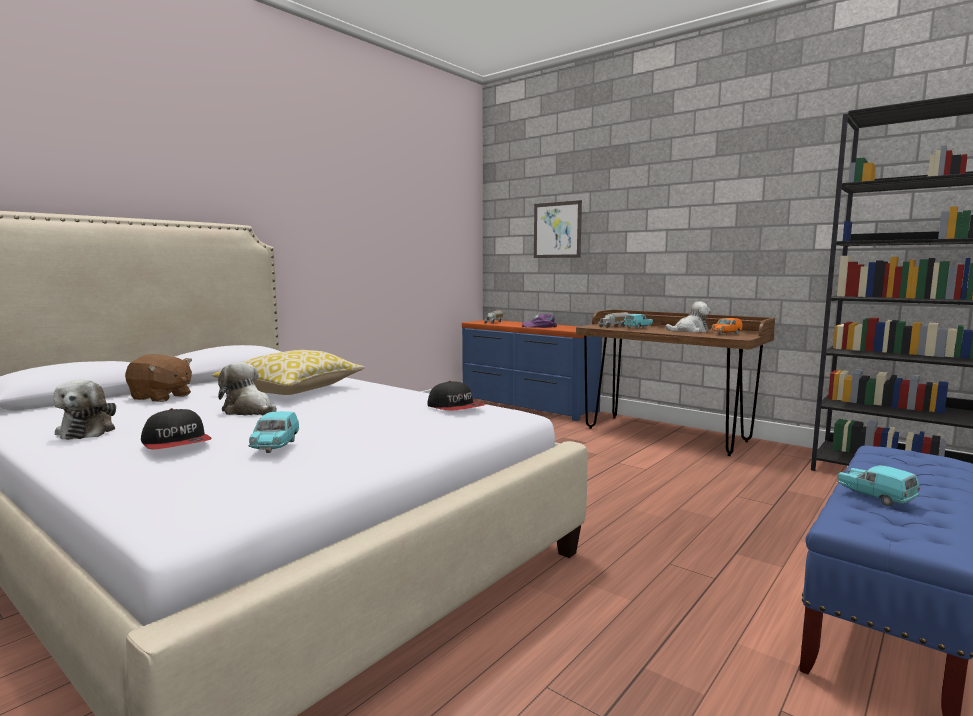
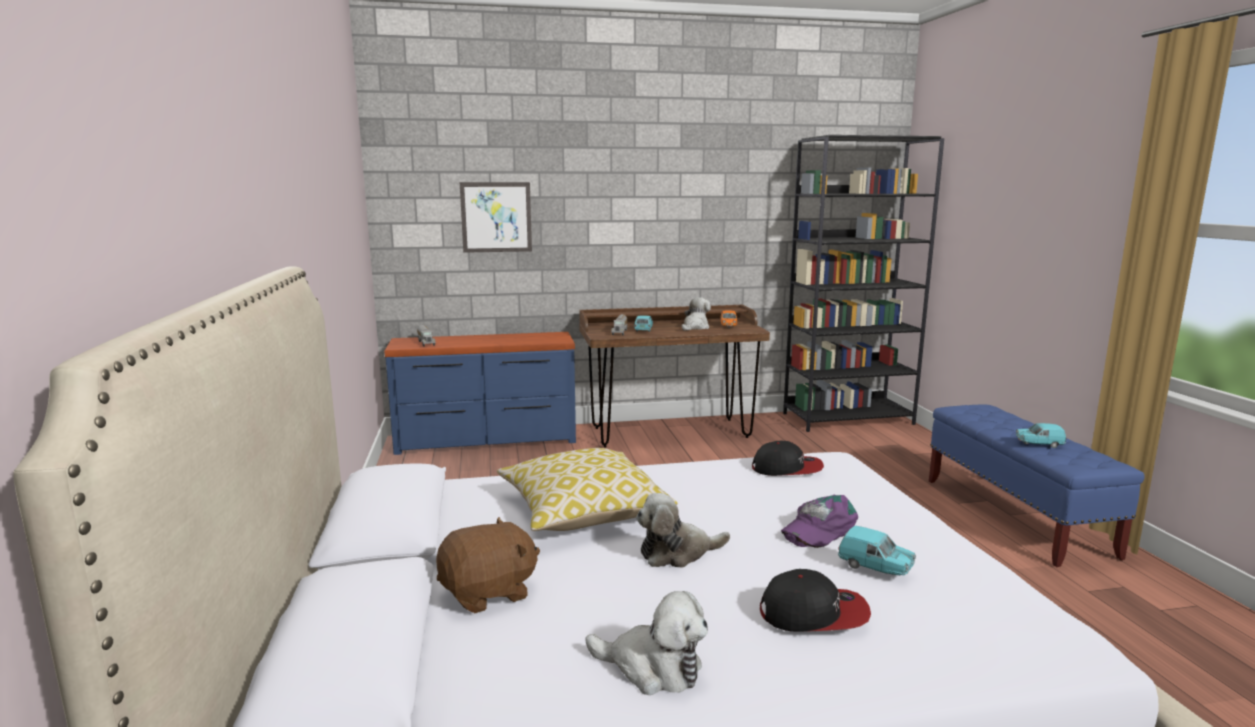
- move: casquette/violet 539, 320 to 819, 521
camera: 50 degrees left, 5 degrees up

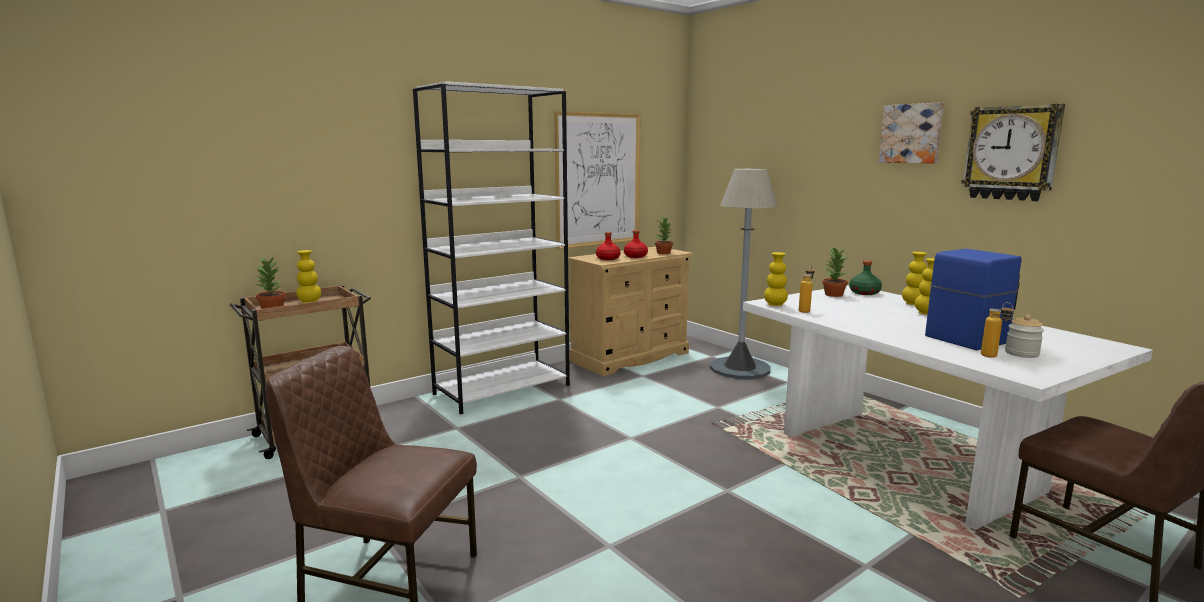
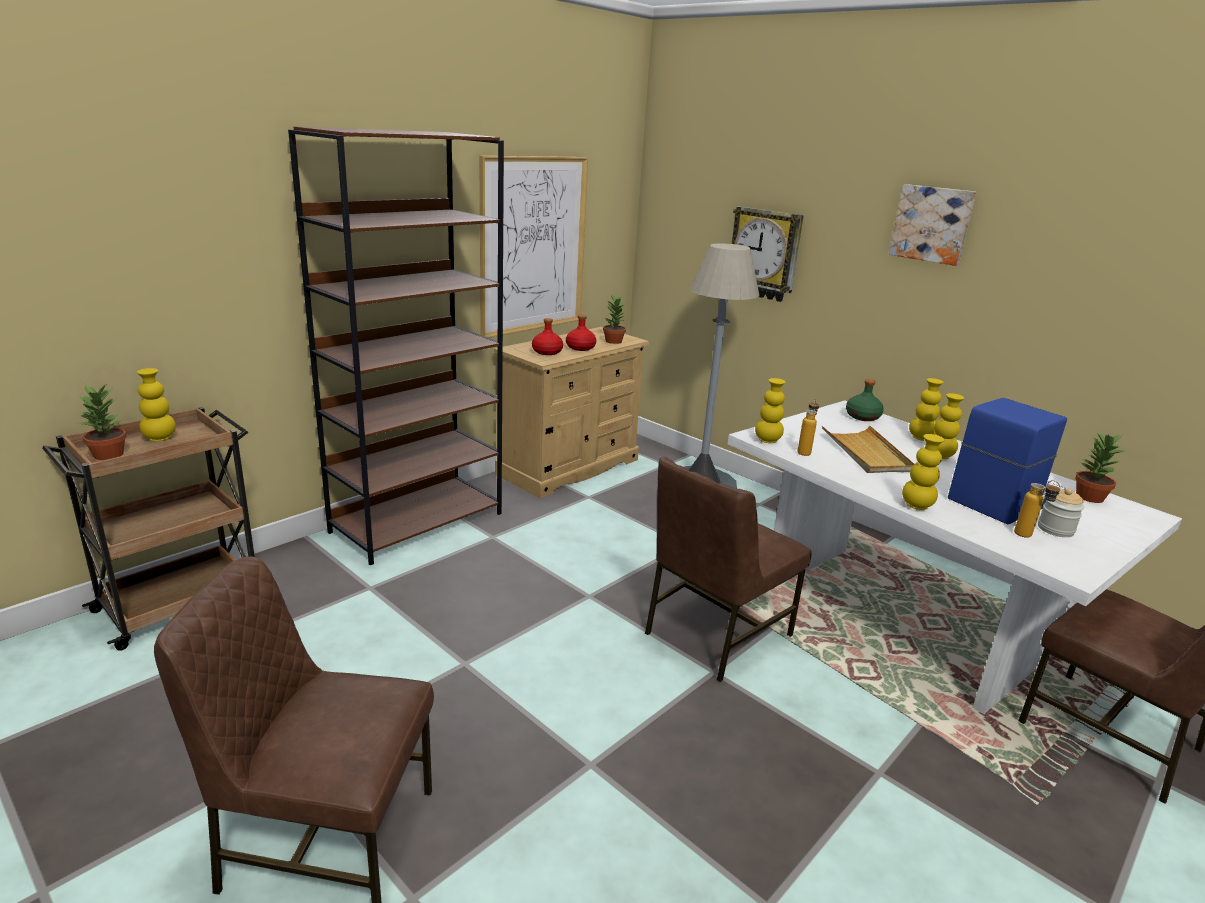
- recolor: bibliothèque/blanc 491, 248 to bibliothèque/marron 396, 345
- move: horloge murale 1013, 152 to 767, 254
- move: plante en pot 835, 272 to 1101, 467
- insert: plateau/beige 868, 449
- insert: vase/jaune 923, 472
- insert: chaise/marron 728, 569
camera: 10 degrees left, 10 degrees up

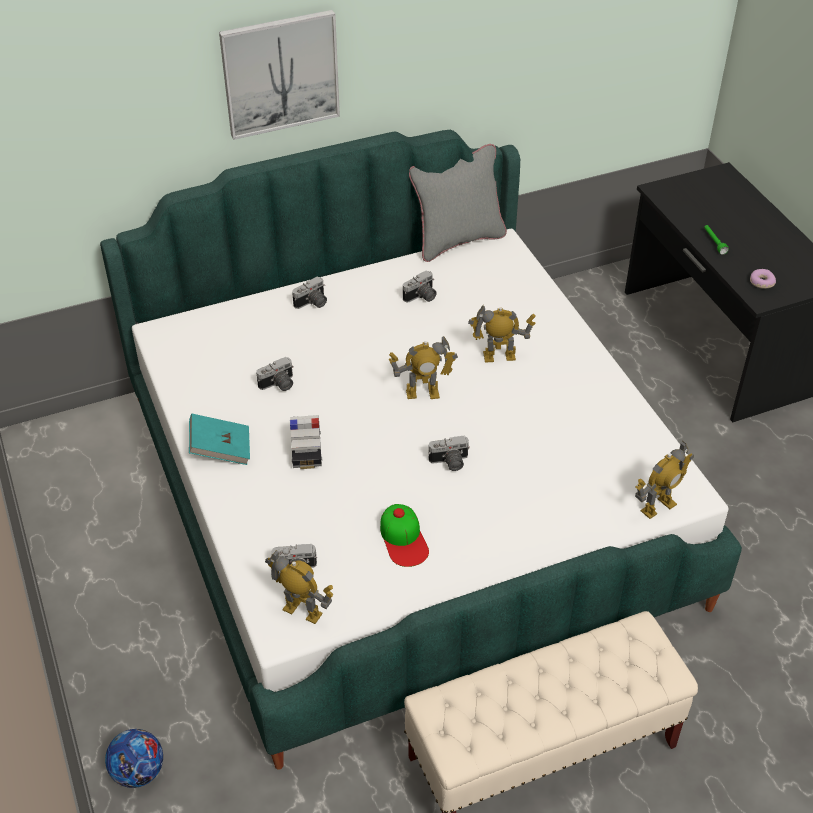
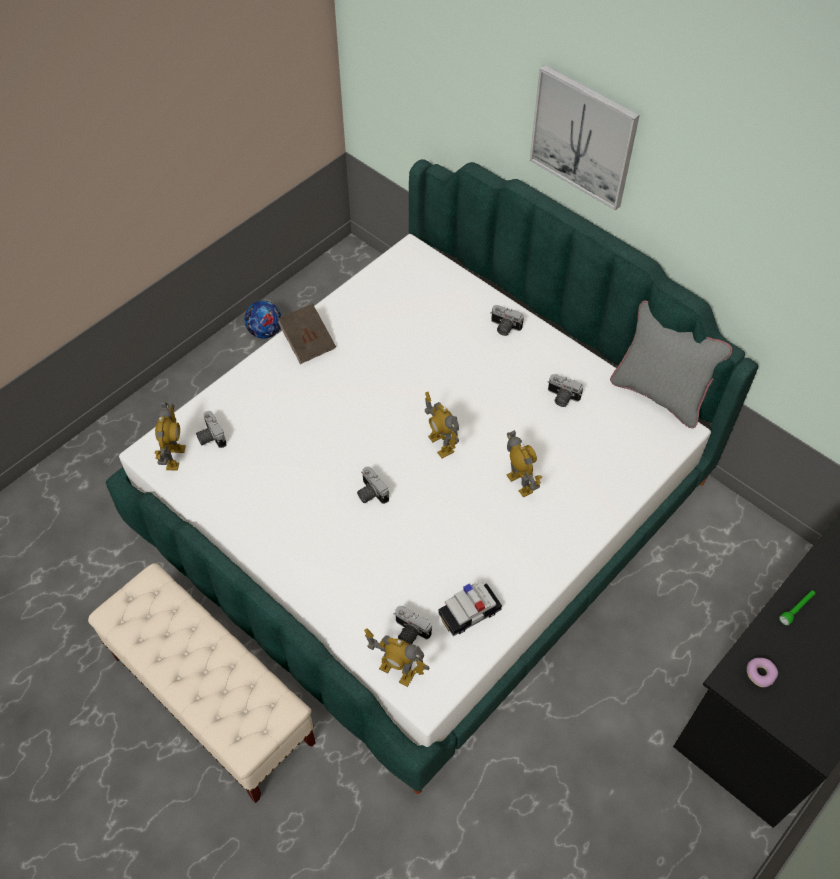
- move: appareil photo 275, 374 to 413, 625
- recolor: livre/turquoise 219, 439 to livre/marron 306, 334
- move: petite voiture 306, 442 to 470, 609
- delete: casquette 404, 535
- move: ballon de foot 134, 758 to 263, 320
camera: 65 degrees right, 10 degrees up

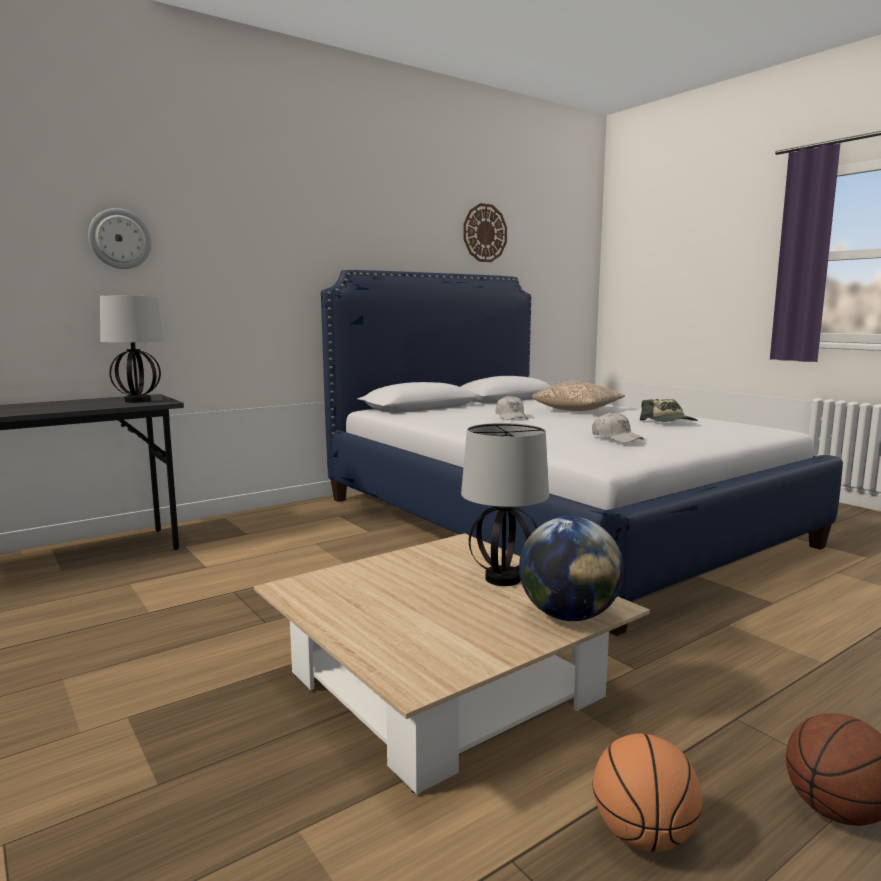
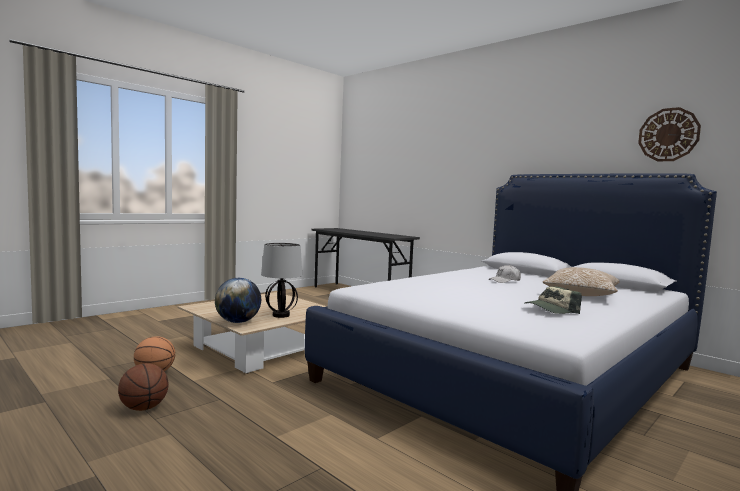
- delete: horloge murale 120, 238
- delete: lampe de table 132, 349
- delete: casquette/blanc 618, 427
camera: 80 degrees right, 5 degrees down

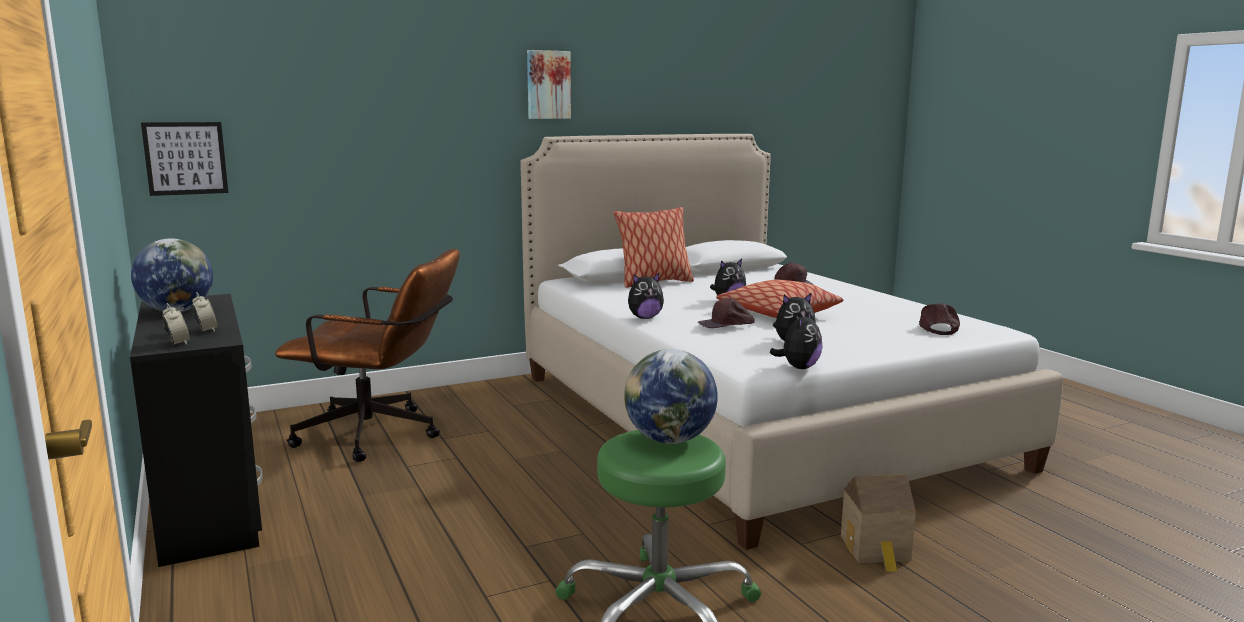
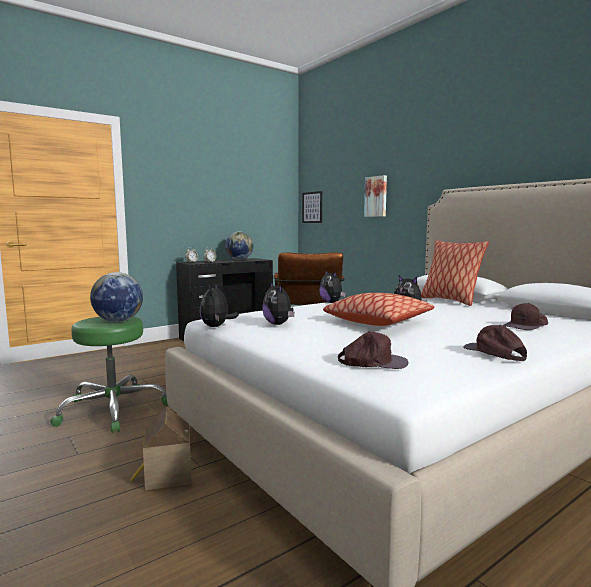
- move: tableau 549, 84 to 375, 196
- move: casquette/marron 726, 313 to 495, 343
- rotate: peluche 796, 339 = 219, 305 75 degrees clockwise
camera: 80 degrees right, 5 degrees down

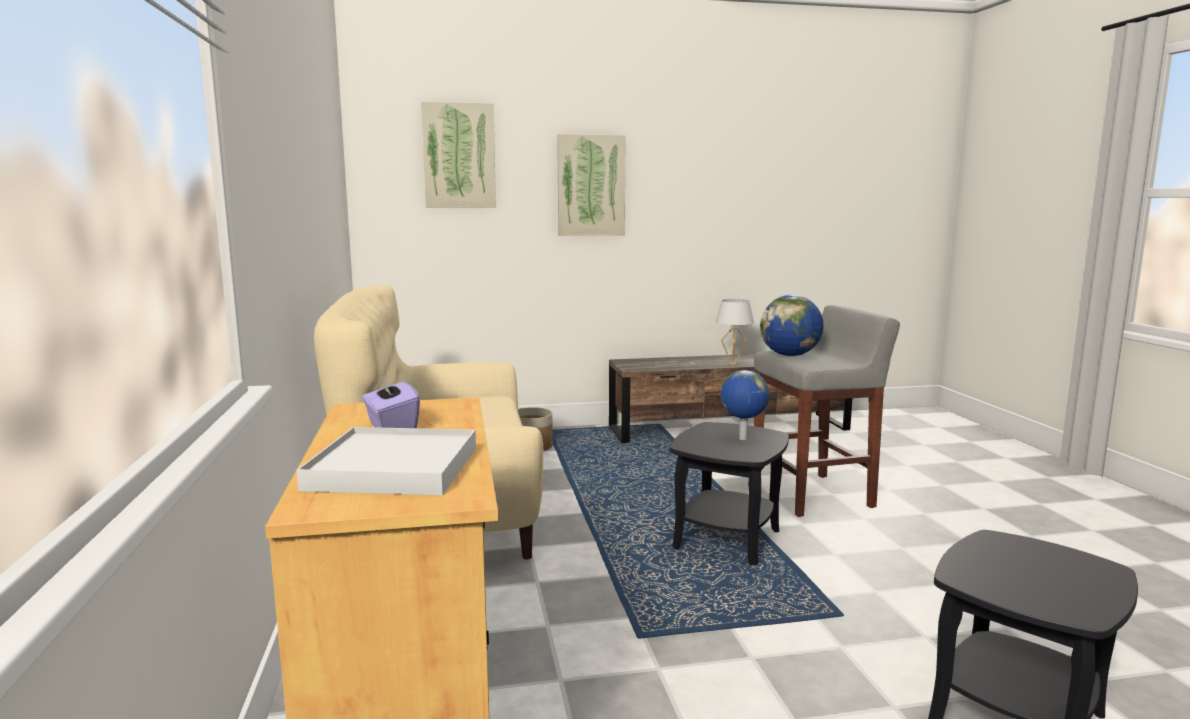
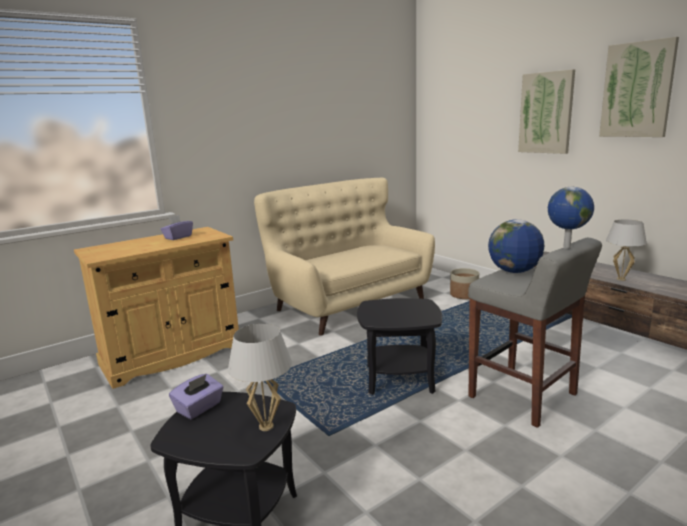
- move: tableau 458, 154 to 639, 87
- move: globe 745, 405 to 571, 218
- delete: plateau/blanc 386, 461
- insert: lampe de table/blanc 260, 377
- insert: boîte à mouchoirs/violet 196, 396
camera: 65 degrees right, 5 degrees up

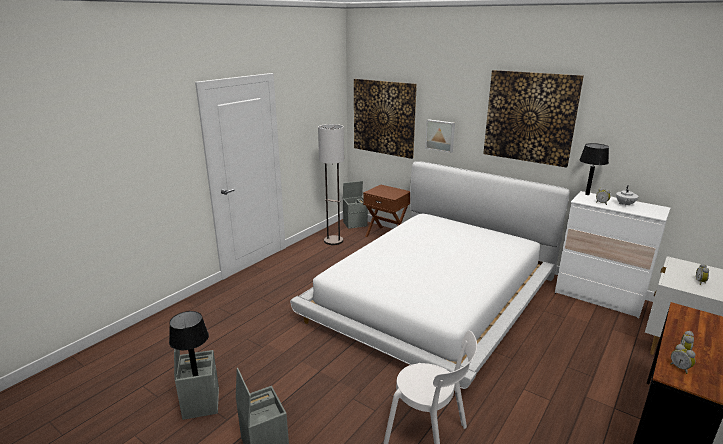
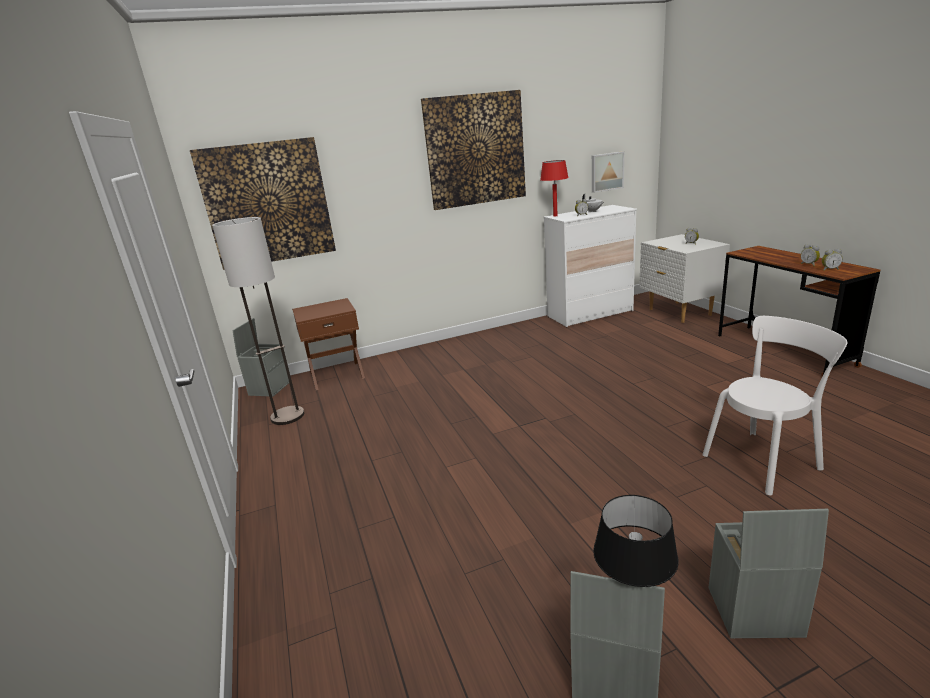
- move: tableau 440, 136 to 608, 172
- recolor: lampe de table/noir 594, 169 to lampe de table/rouge 554, 188
- delete: lit/blanc 430, 277
camera: 55 degrees left, 0 degrees up

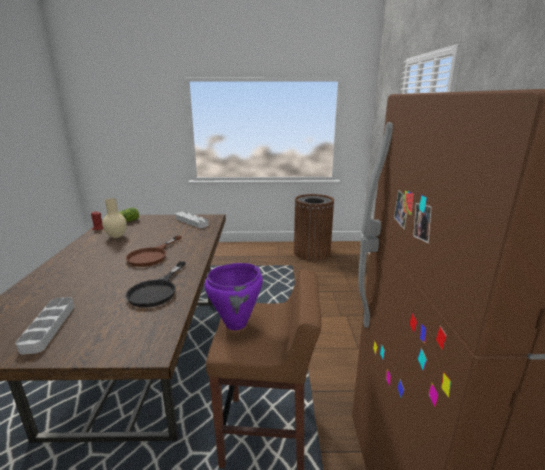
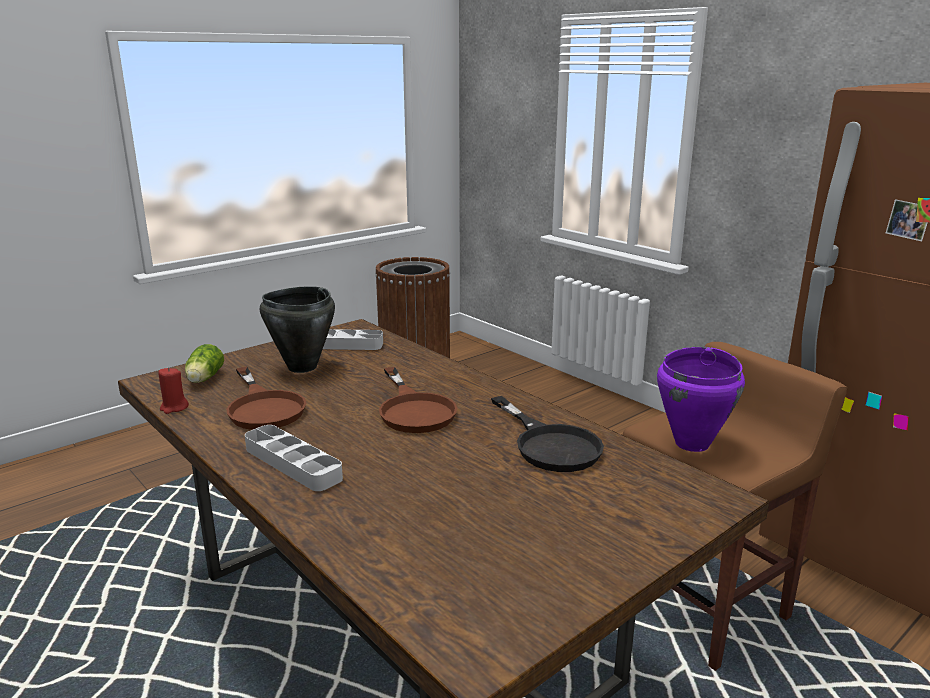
- replace: vase/beige 114, 218 to poêle/marron 266, 398
- move: plateau/gris 45, 326 to 294, 458
- insert: marmite/noir 297, 329
camera: 40 degrees left, 0 degrees up

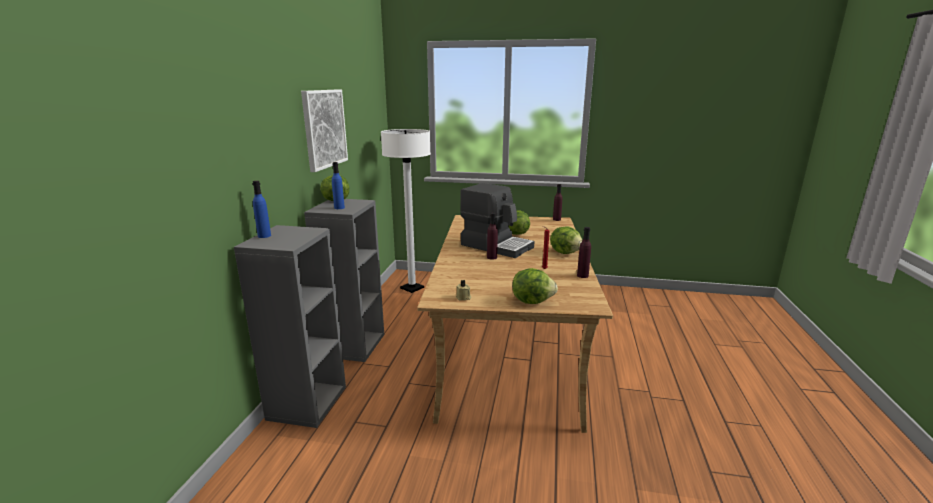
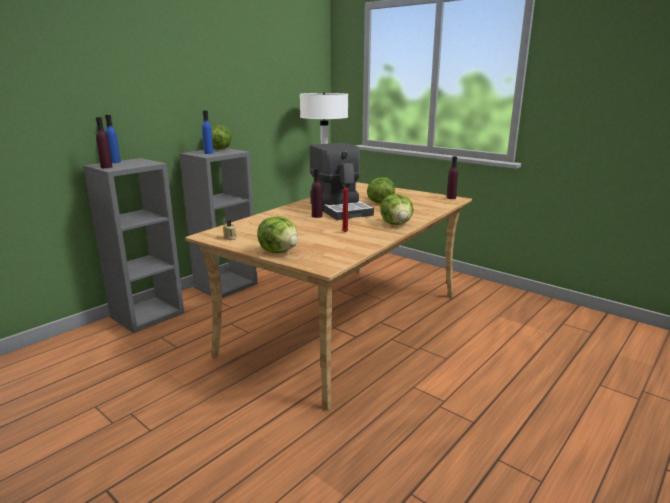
- delete: tableau 324, 130
- move: bouteille/violet 584, 252 to 104, 142
camera: 30 degrees right, 0 degrees up

